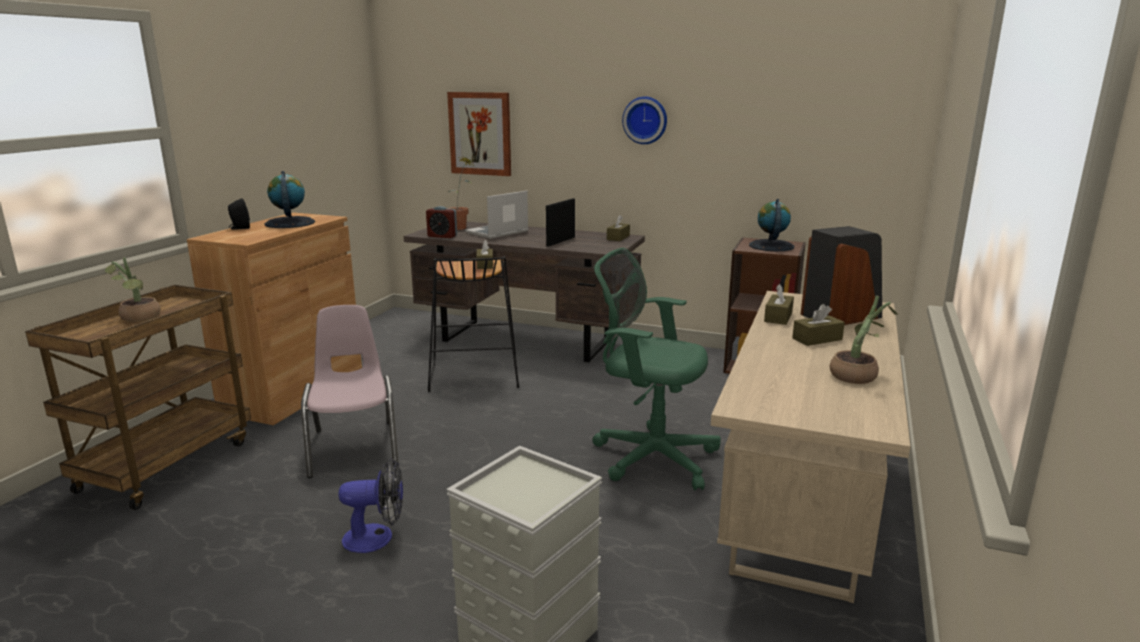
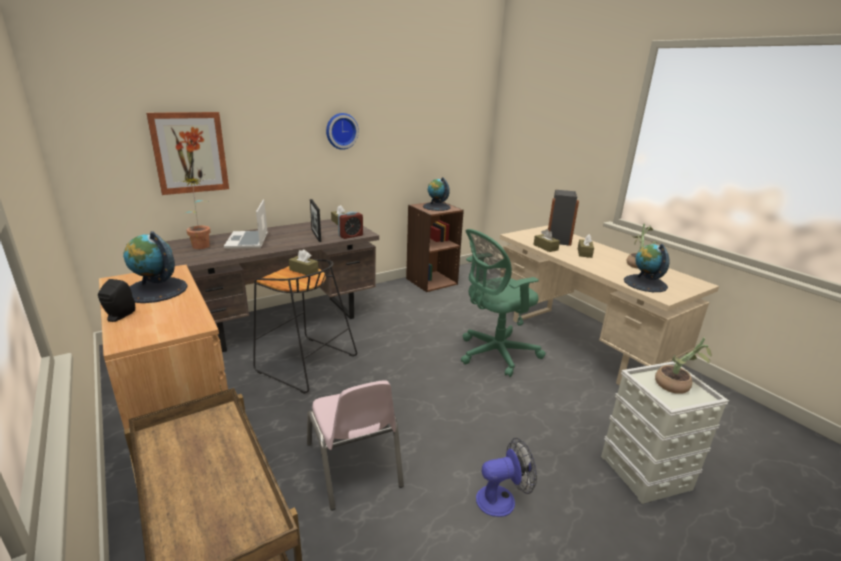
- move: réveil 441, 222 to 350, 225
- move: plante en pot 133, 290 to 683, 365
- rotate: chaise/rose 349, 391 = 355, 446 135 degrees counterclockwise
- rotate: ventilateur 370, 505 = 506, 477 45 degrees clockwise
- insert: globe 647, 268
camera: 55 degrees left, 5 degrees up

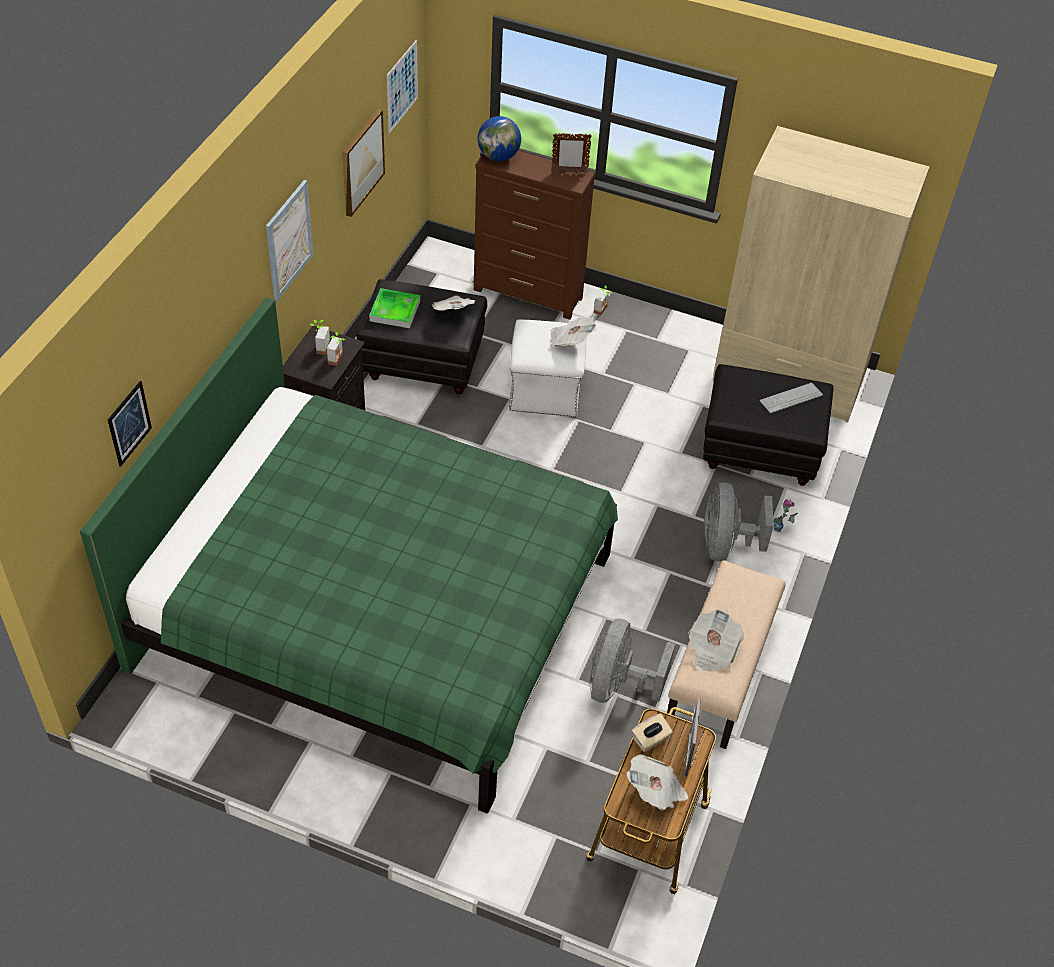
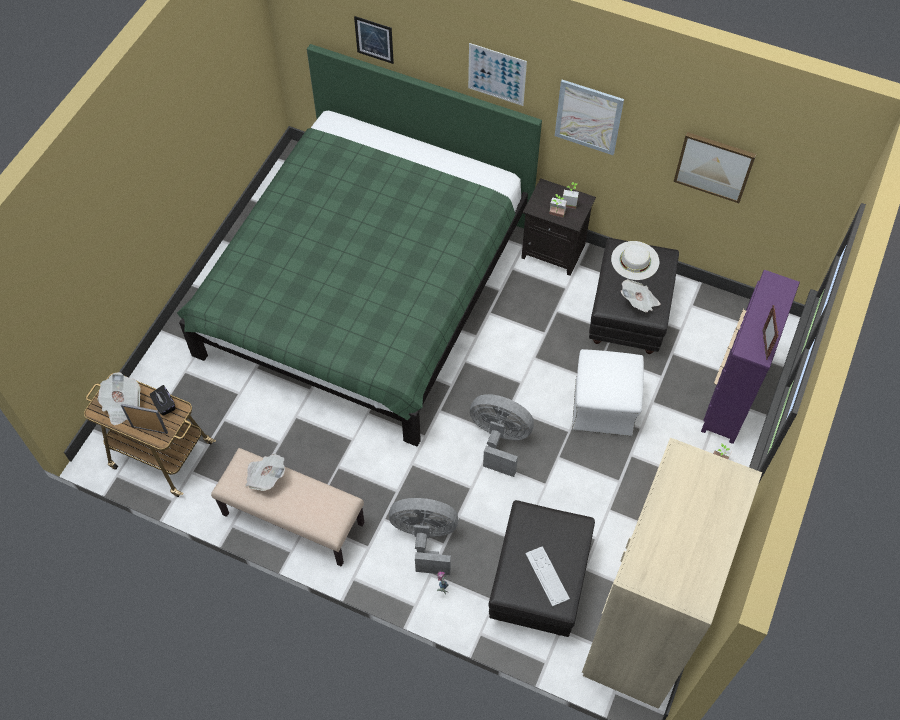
- move: tableau 402, 87 to 497, 74
- delete: globe 499, 138
- recolor: commode/marron 535, 235 to commode/violet 750, 357
- replace: plateau 394, 308 to chapeau/blanc 635, 260
- delete: journal 573, 331
- move: ventilateur/gris 632, 660 to 502, 435
- recolor: boîte à mouchoirs/beige 652, 733 to boîte à mouchoirs/noir 163, 400
camera: 95 degrees right, 10 degrees up

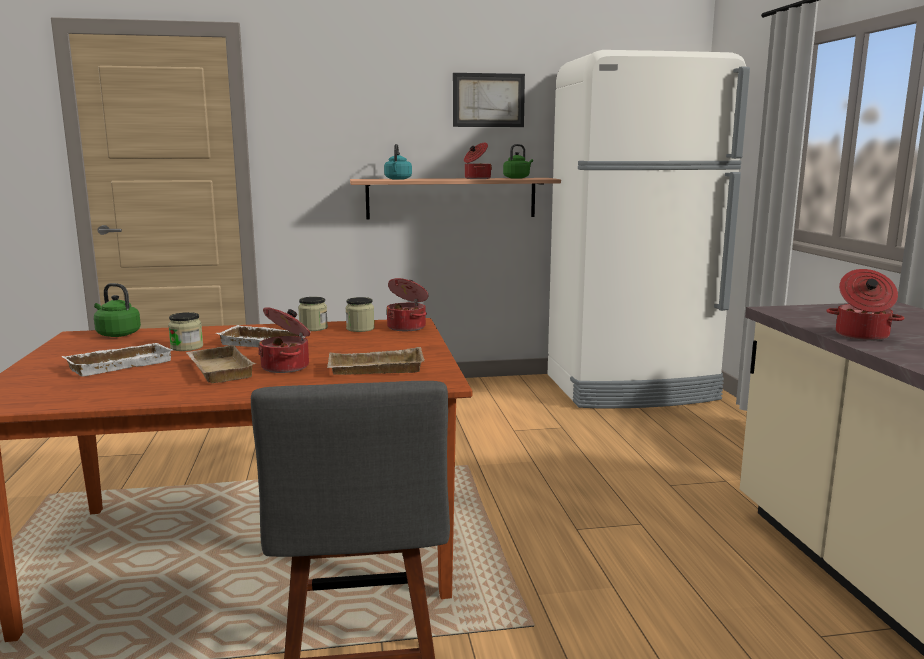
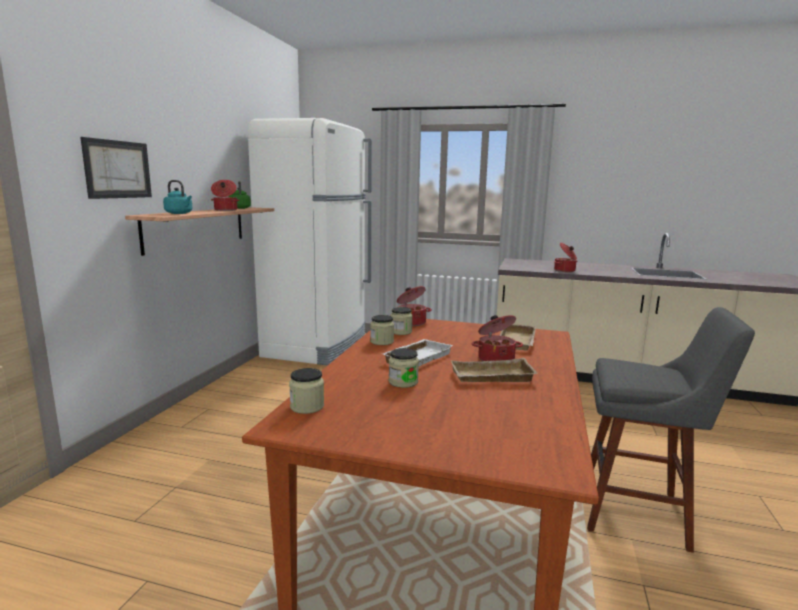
- move: tableau 489, 100 to 116, 168
- replace: bouilloire/vert 117, 310 to bocal 306, 391
- delete: plateau/blanc 117, 360
camera: 65 degrees left, 0 degrees up

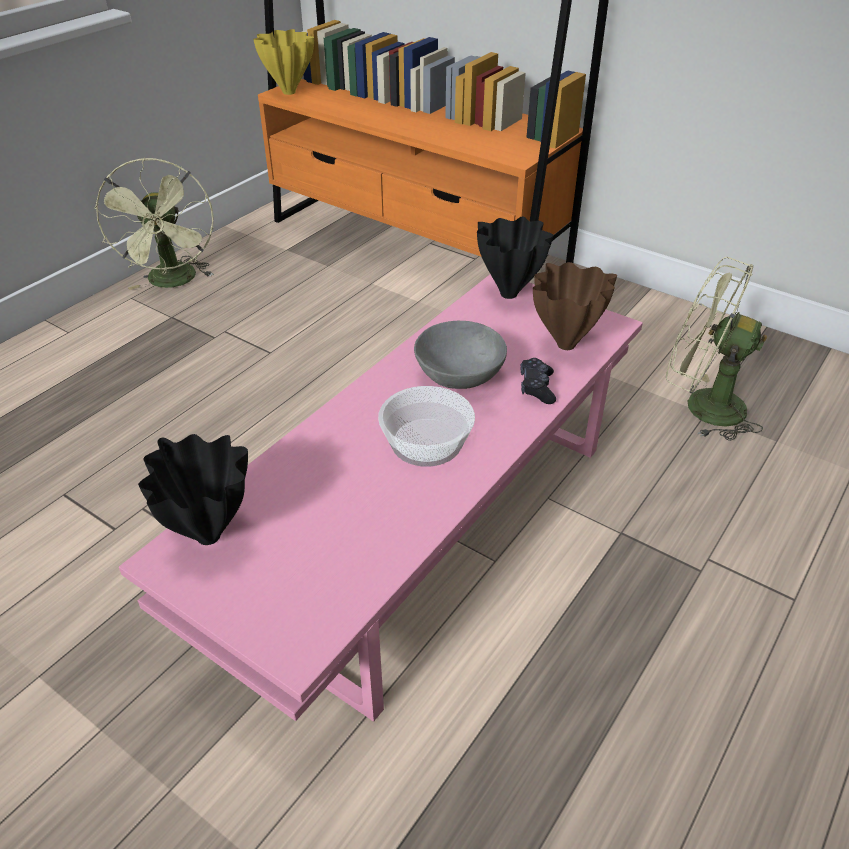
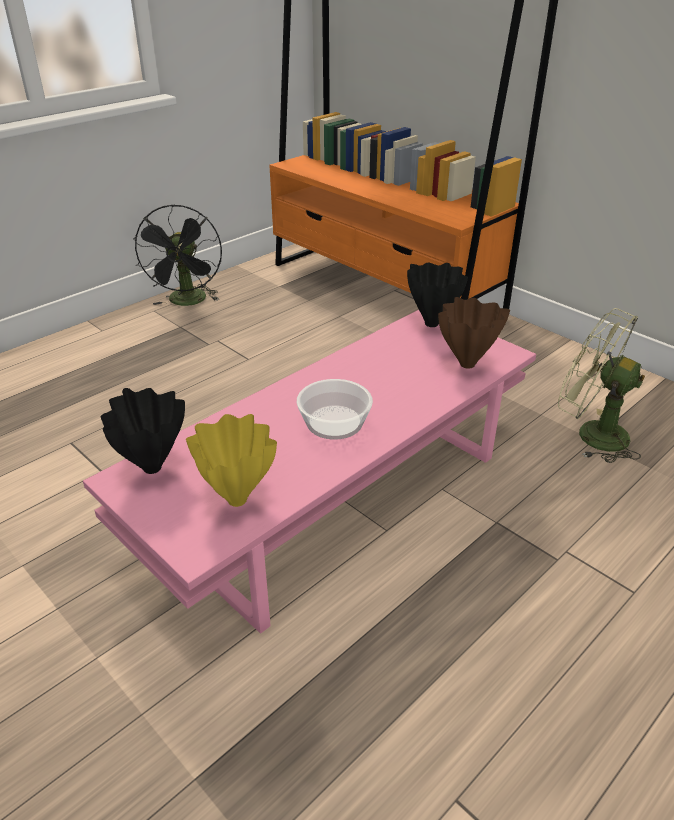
- move: vase/jaune 283, 62 to 231, 460
- recolor: ventilateur/vert 154, 224 to ventilateur/noir 177, 255
- delete: bol/gris 460, 355
- delete: manette/noir 538, 381
camera: 10 degrees right, 5 degrees down

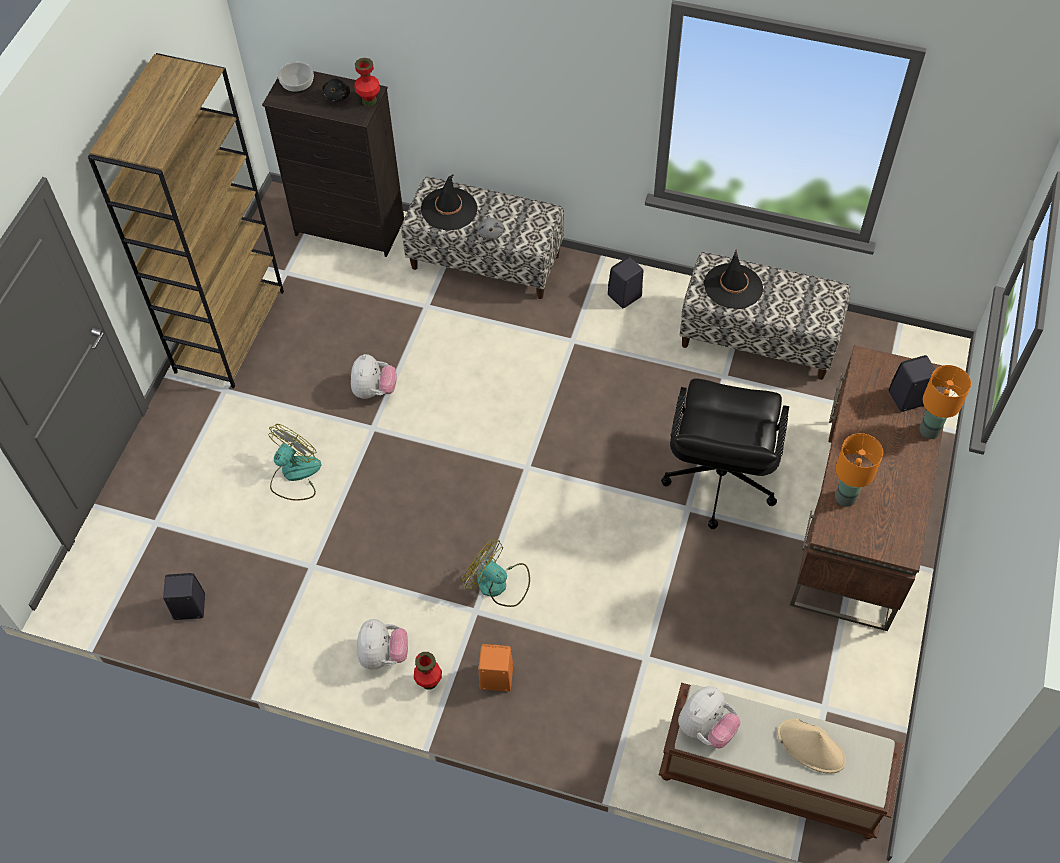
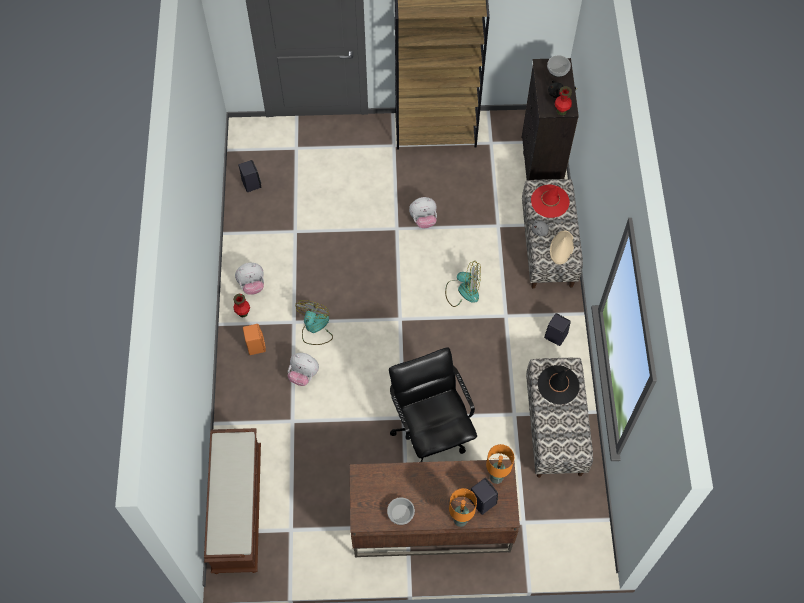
- recolor: chapeau/noir 449, 202 to chapeau/rouge 550, 201
- rotate: chaise de bureau/noir 725, 453 = 433, 404 75 degrees clockwise
- move: ventilateur 294, 462 to 463, 284
- move: lampe de table/orange 859, 470 to 500, 464
- move: peluche 709, 717 to 303, 369
- move: chapeau/beige 811, 746 to 562, 248
- insert: bol 401, 511
camera: 70 degrees right, 5 degrees up

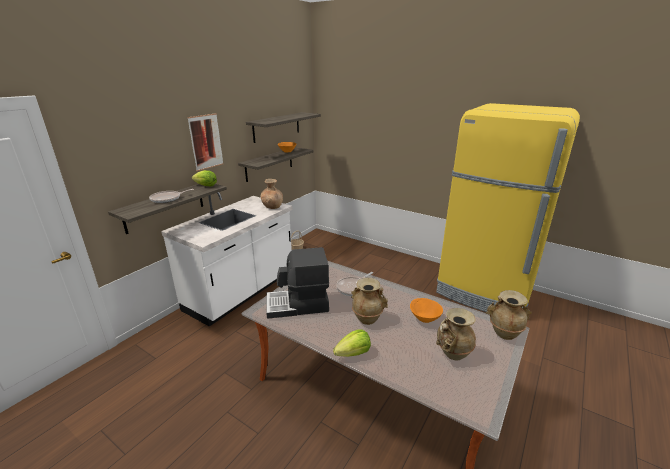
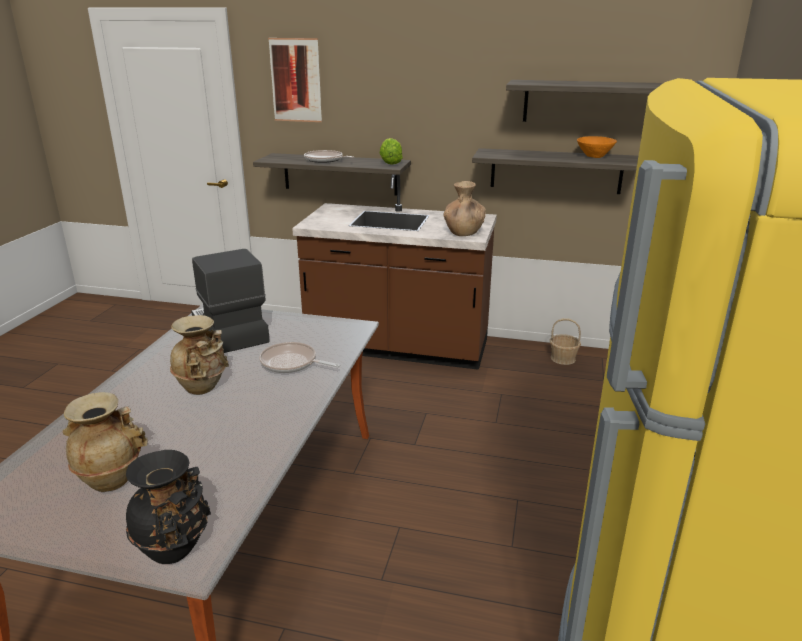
- move: tableau 205, 142 to 295, 80
- recolor: comptoir de cuisine/blanc 227, 259 to comptoir de cuisine/marron 394, 272
- recolor: vase/beige 509, 315 to vase/noir 168, 507
- delete: bol/orange 426, 310
- delete: laitue 352, 343
camera: 70 degrees right, 0 degrees up

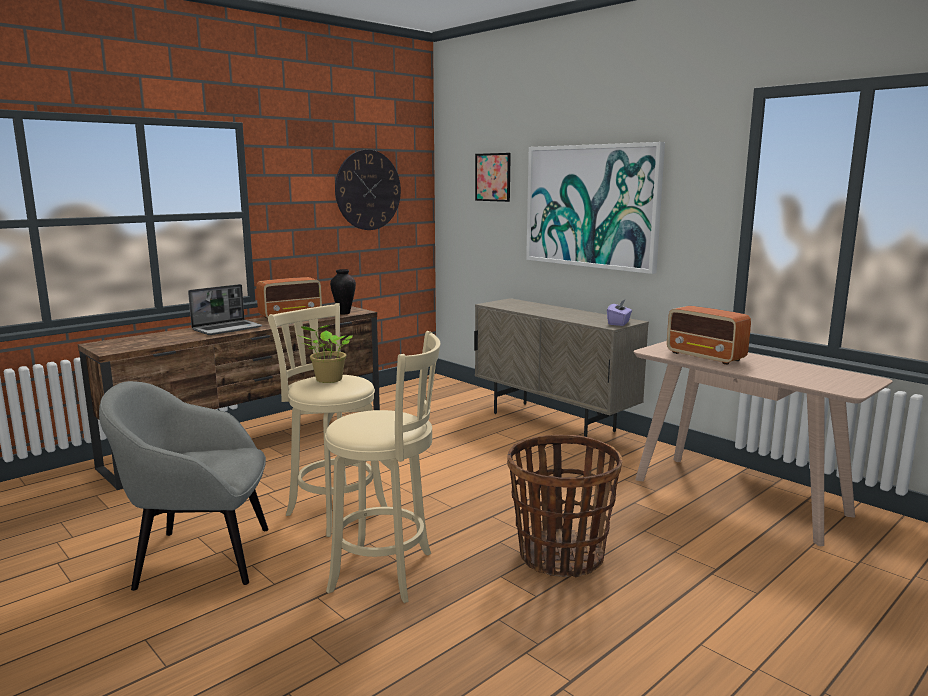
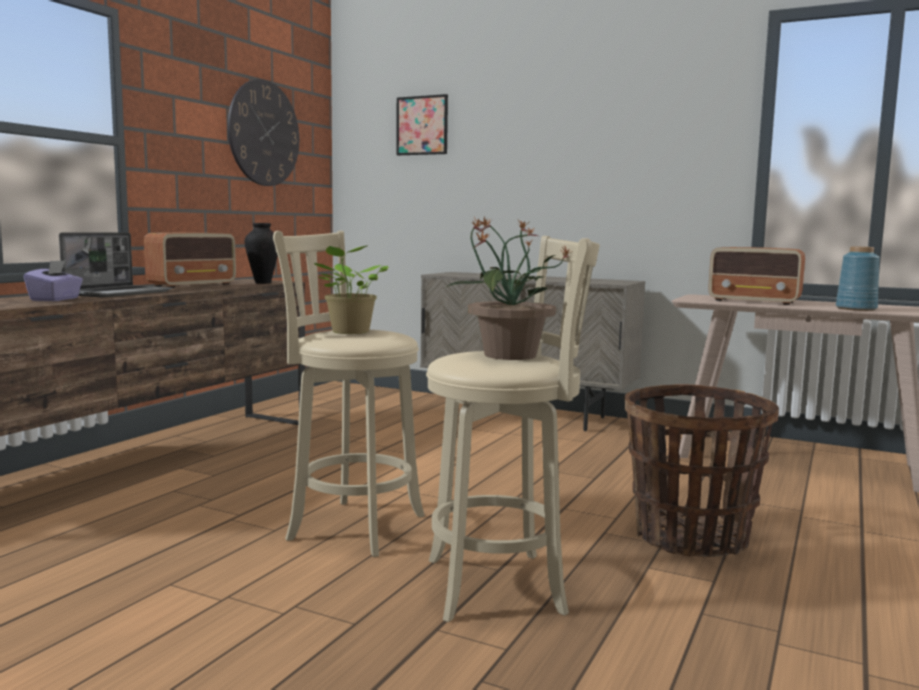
- delete: tableau 595, 208
- move: boîte à mouchoirs/violet 619, 312 to 53, 280
- delete: fauteuil/gris 184, 486
- insert: plante en pot 509, 288
- insert: vase/bleu 858, 278
camera: 20 degrees left, 5 degrees down

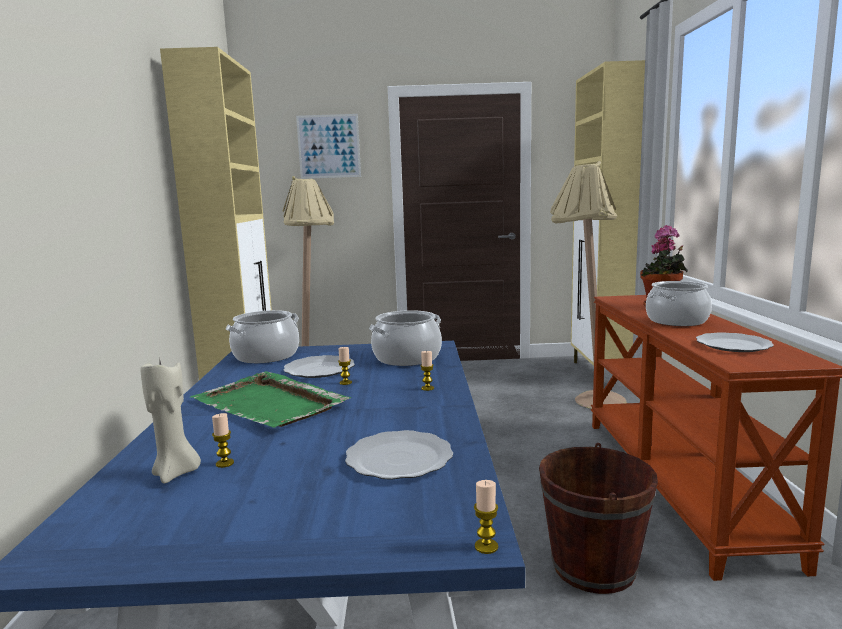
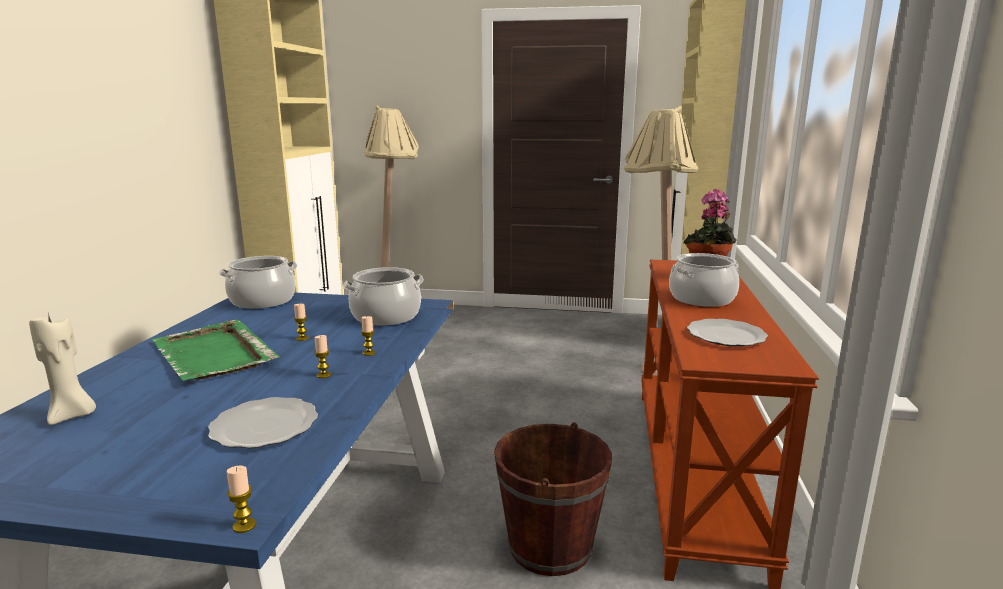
- delete: tableau 328, 146
- delete: assiette 319, 366
- move: bougie 223, 440 to 322, 356
camera: 10 degrees right, 5 degrees up

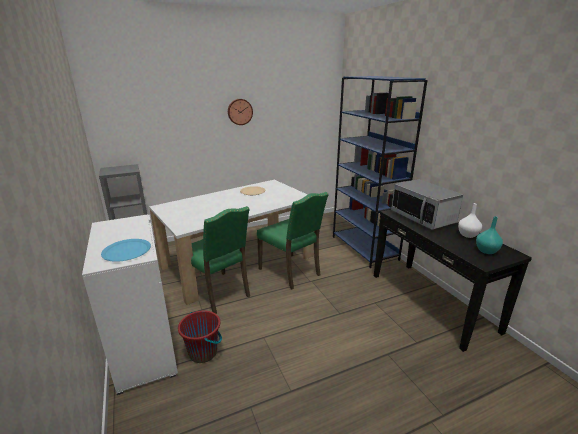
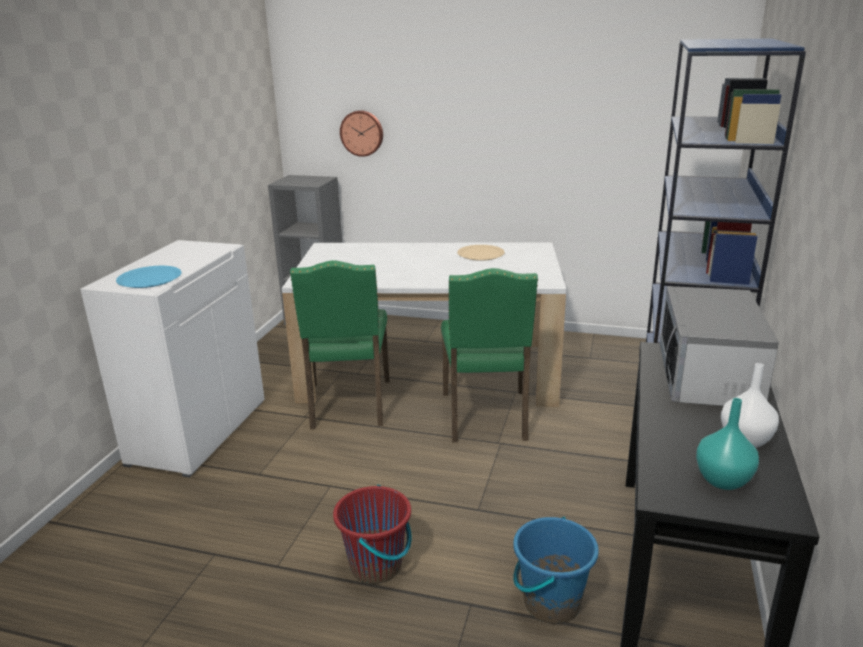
- move: horloge murale 240, 112 to 361, 133
- move: seau/rouge 200, 337 to 372, 534
- insert: seau/bleu 556, 570
camera: 40 degrees right, 0 degrees up

